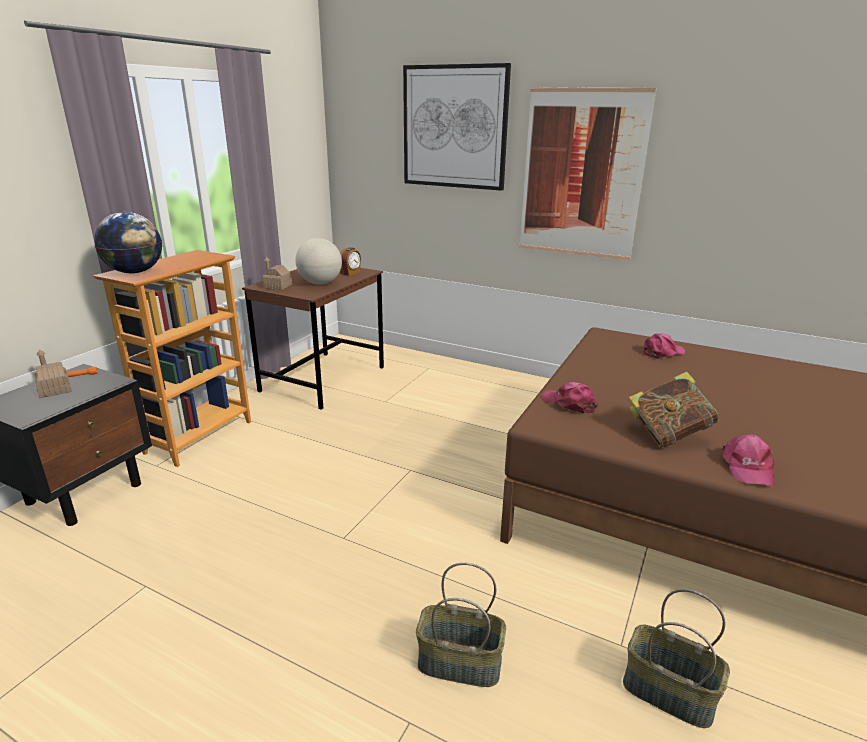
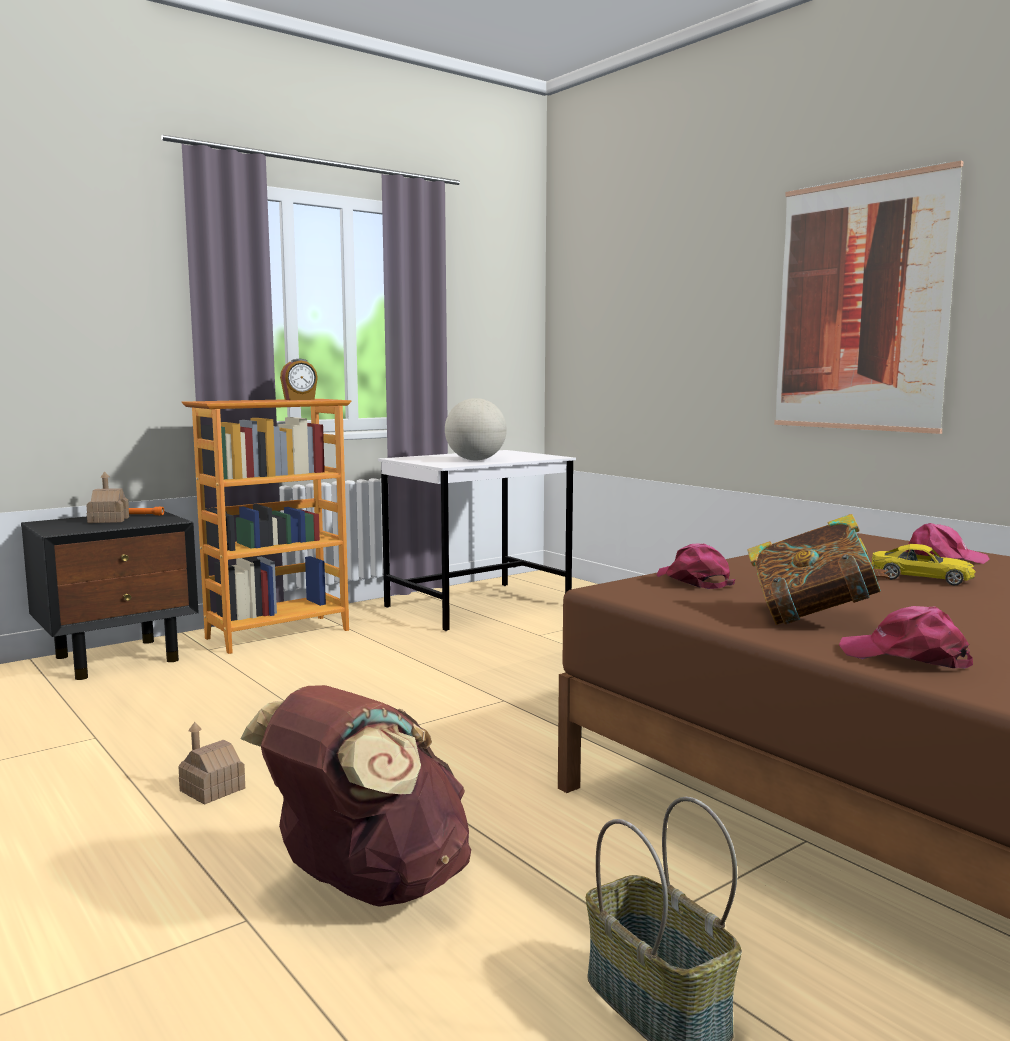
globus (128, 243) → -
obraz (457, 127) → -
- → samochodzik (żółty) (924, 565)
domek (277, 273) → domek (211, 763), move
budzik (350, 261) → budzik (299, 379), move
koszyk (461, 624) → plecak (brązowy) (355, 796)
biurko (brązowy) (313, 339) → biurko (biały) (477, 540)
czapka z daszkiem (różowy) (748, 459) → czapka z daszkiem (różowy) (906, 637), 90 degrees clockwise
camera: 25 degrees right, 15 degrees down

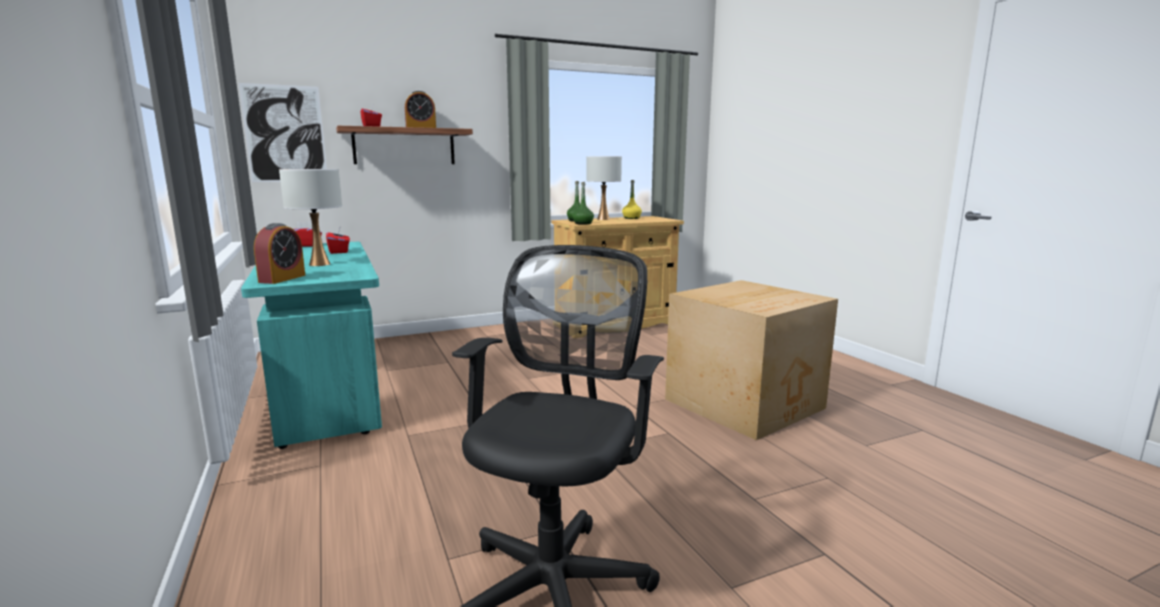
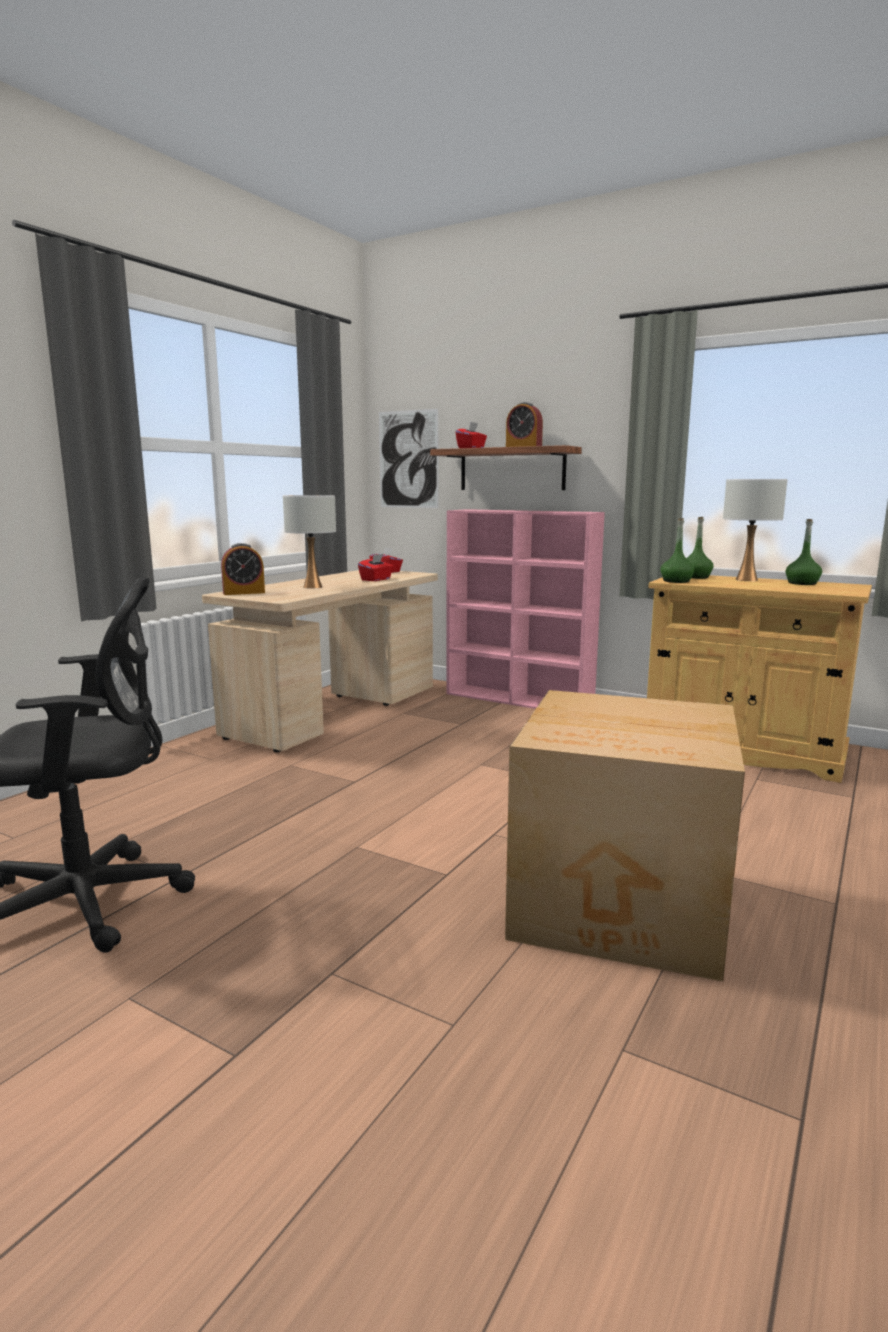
- → regał (różowy) (525, 609)
biurko (turkusowy) (311, 345) → biurko (beżowy) (320, 661)
butelka (żółty) (632, 199) → butelka (zielony) (804, 552)
camera: 55 degrees right, 0 degrees up

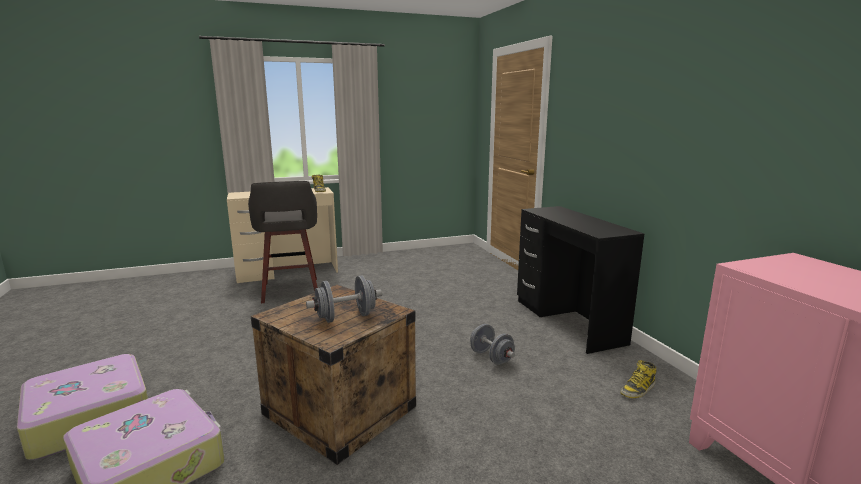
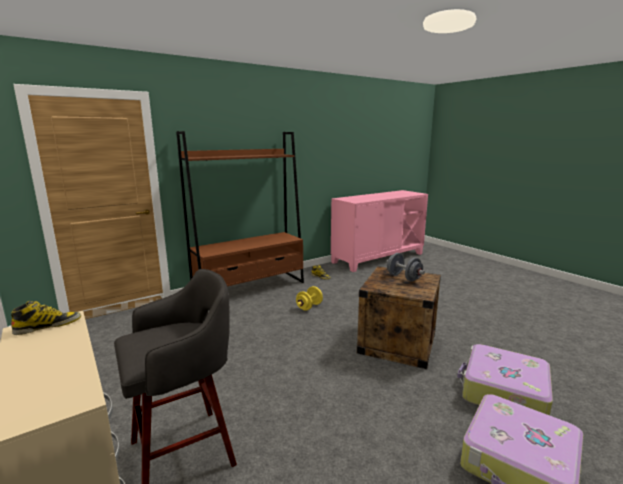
biurko (czarny) (580, 280) → regał (brązowy) (240, 208)
hantel (szary) (492, 344) → hantel (żółty) (309, 298)
camera: 105 degrees left, 0 degrees up

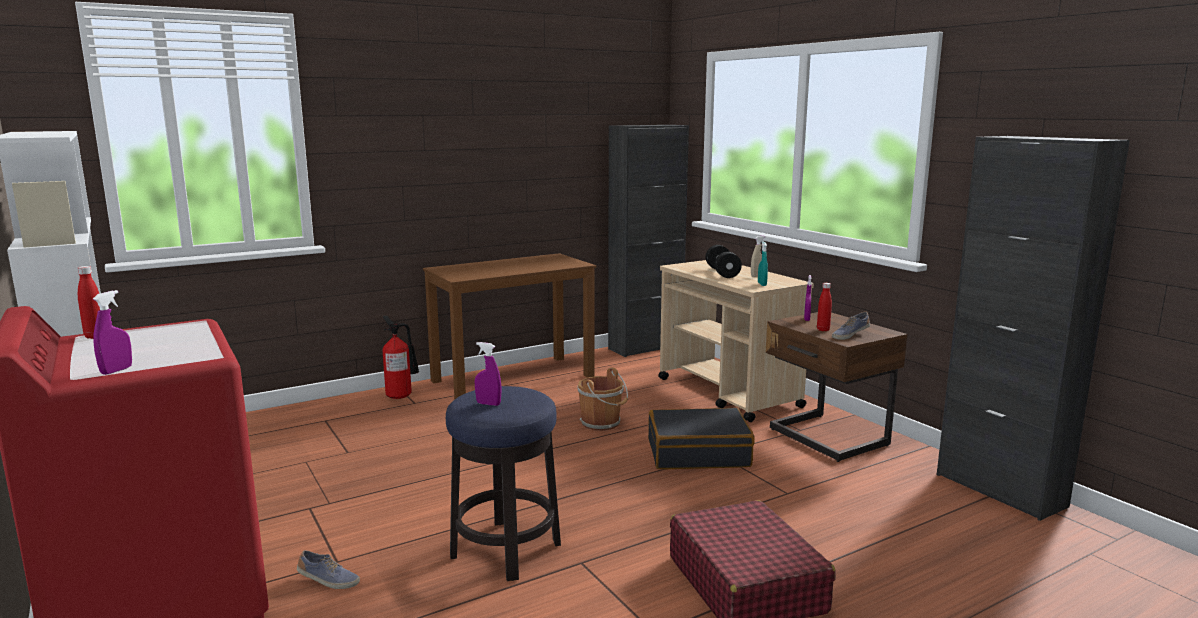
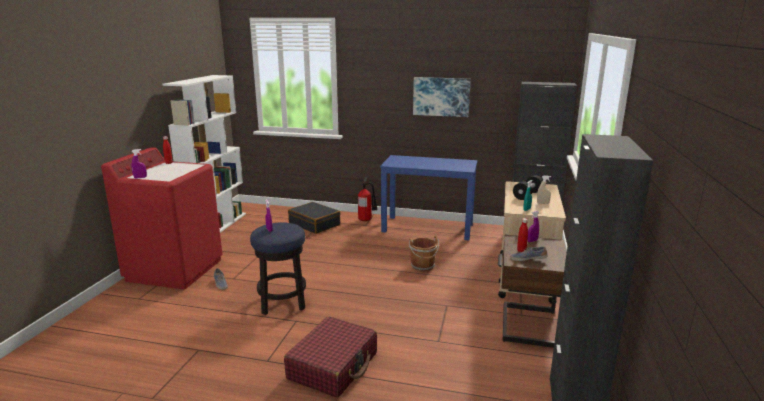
- → obraz (442, 97)
walizka (czarny) (701, 438) → walizka (czarny) (314, 218), move
biurko (brązowy) (509, 326) → biurko (niebieski) (428, 197)
camera: 45 degrees right, 5 degrees up

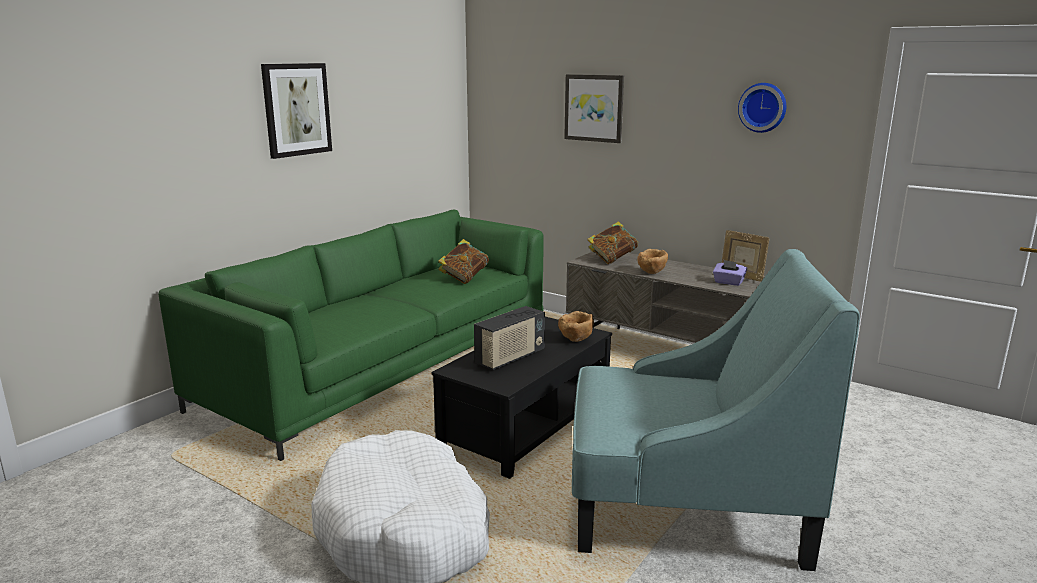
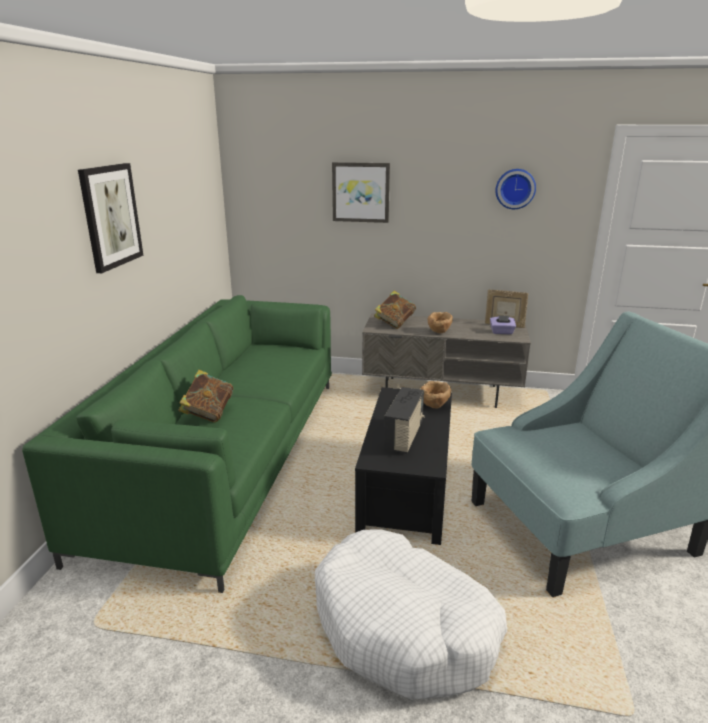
książka (463, 261) → książka (206, 396), move
camera: 25 degrees left, 5 degrees up

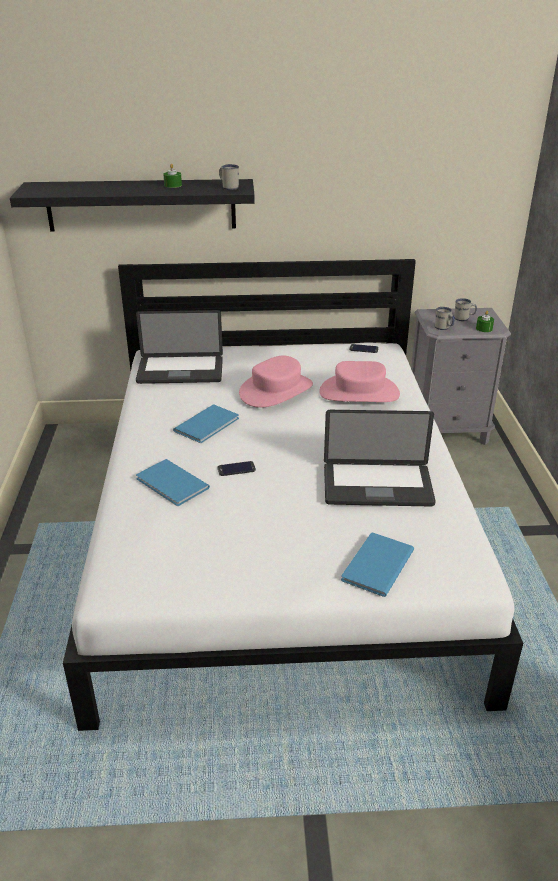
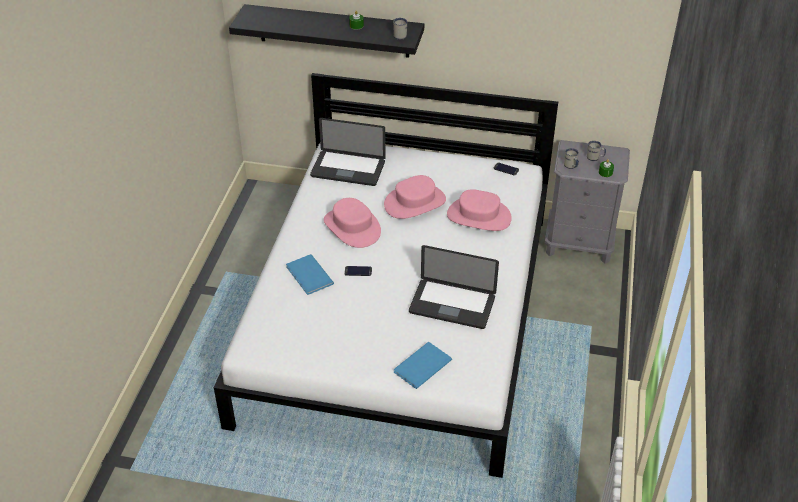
książka (niebieski) (206, 423) → kapelusz (różowy) (352, 223)
camera: 15 degrees right, 10 degrees up

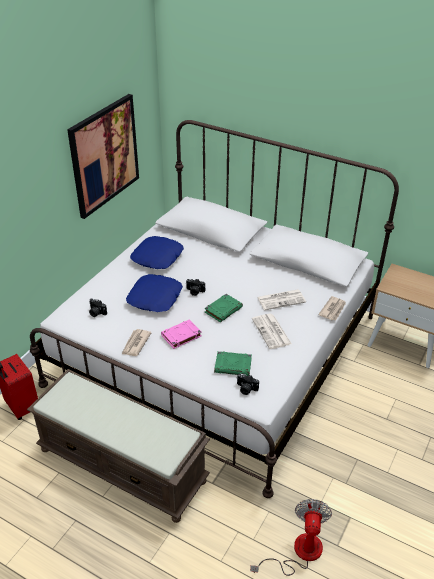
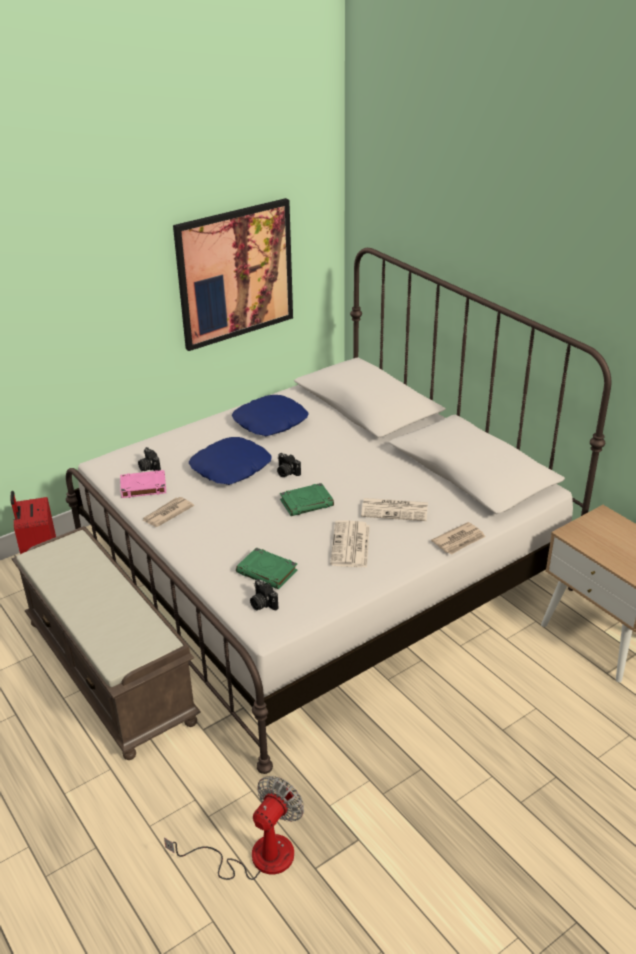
książka (różowy) (181, 334) → książka (różowy) (143, 484), move
camera: 25 degrees right, 5 degrees down

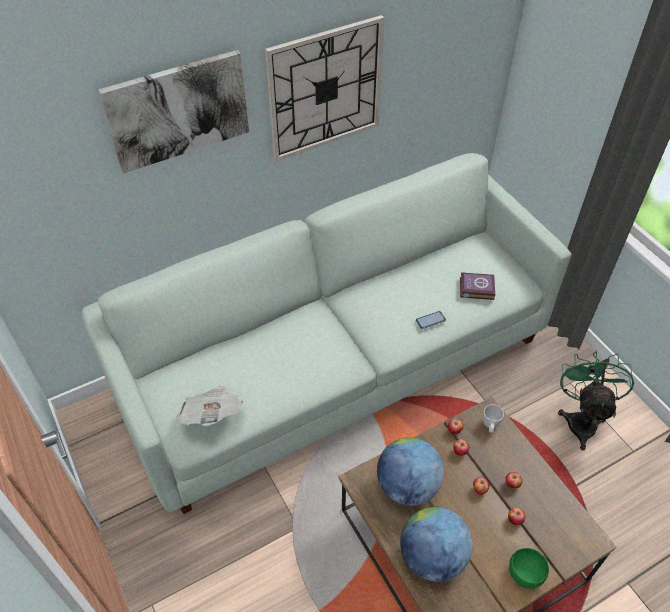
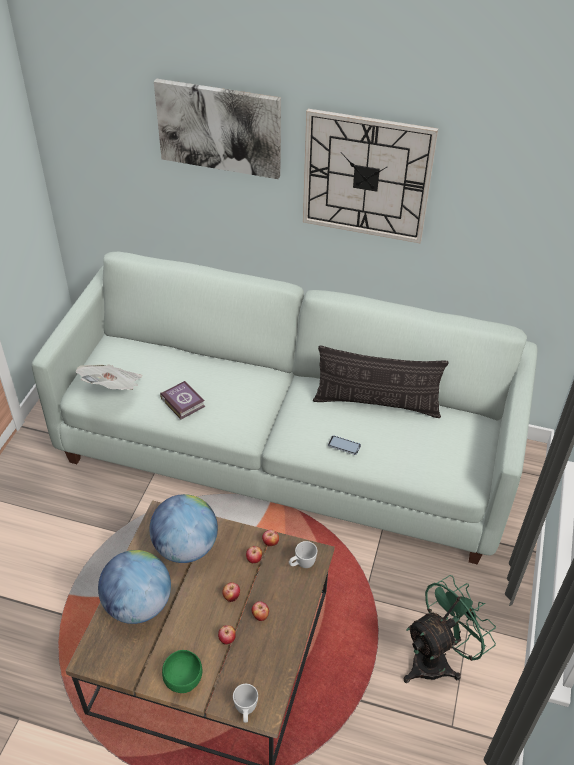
- → kubek (biały) (245, 703)
- → poduszka (381, 381)
książka (477, 286) → książka (182, 400), move
camera: 45 degrees right, 5 degrees down

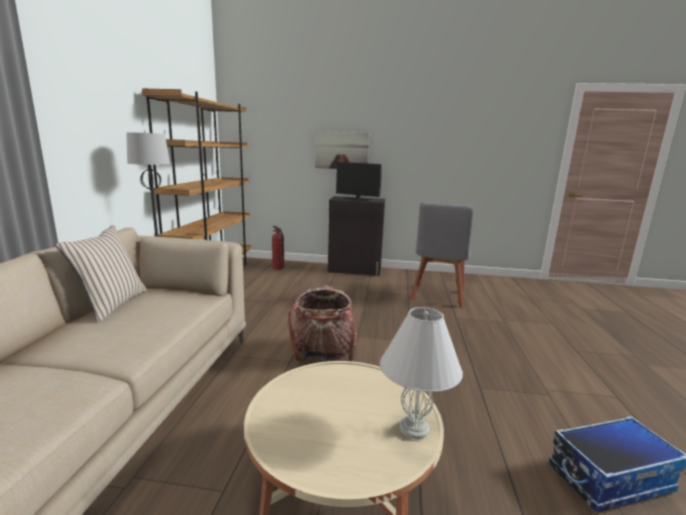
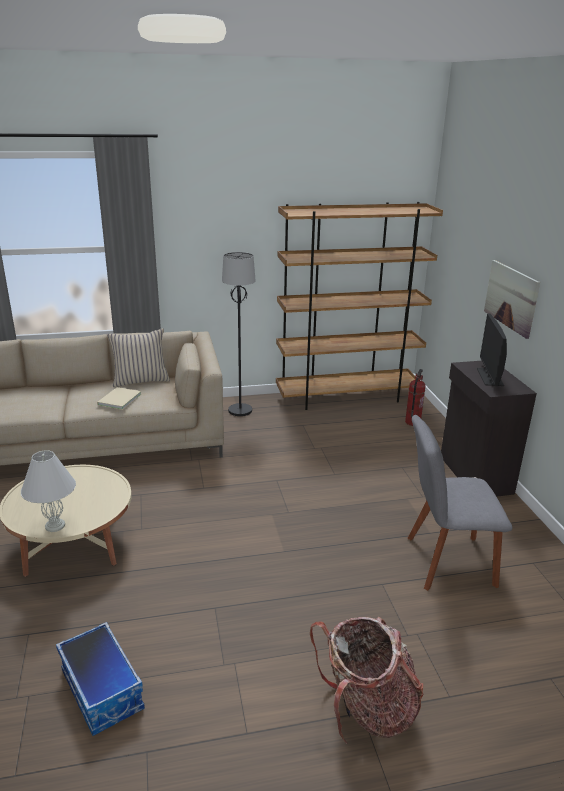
- → książka (beżowy) (119, 398)
plecak (322, 324) → plecak (367, 680), move
camera: 70 degrees right, 10 degrees up

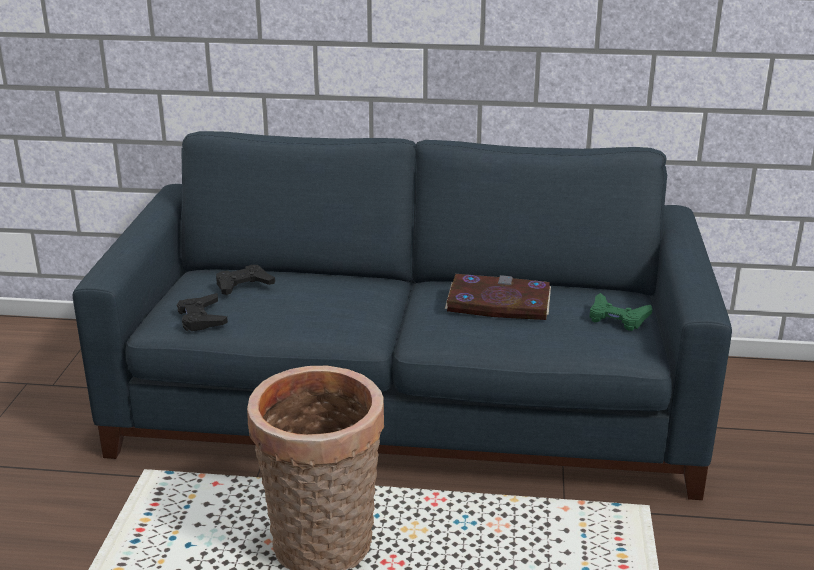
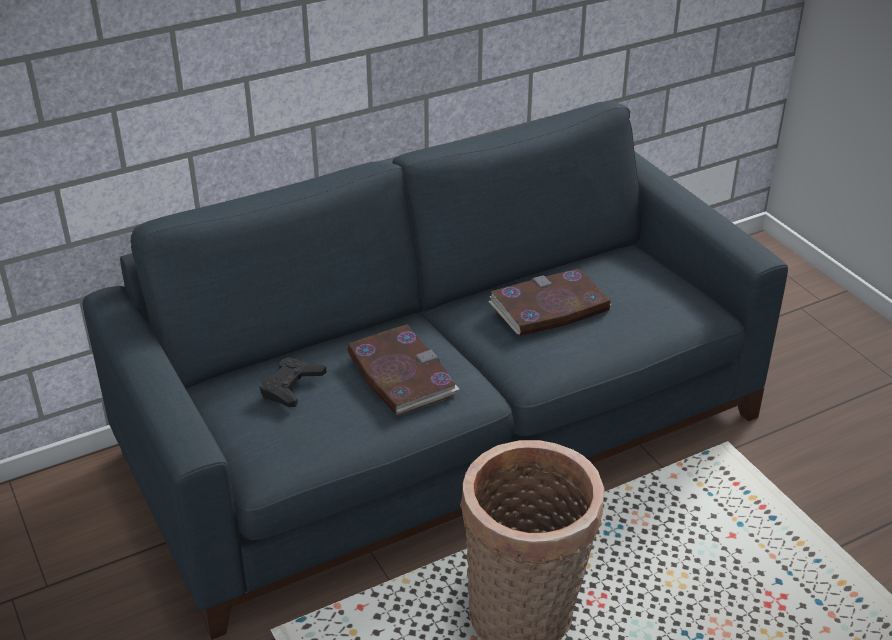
pad do gier (czarny) (202, 312) → -
pad do gier (zielony) (620, 312) → -
- → książka (403, 370)
camera: 35 degrees left, 10 degrees up

